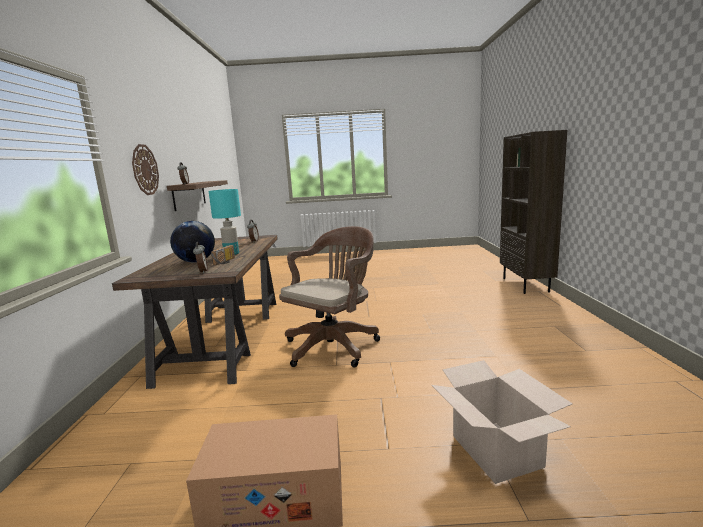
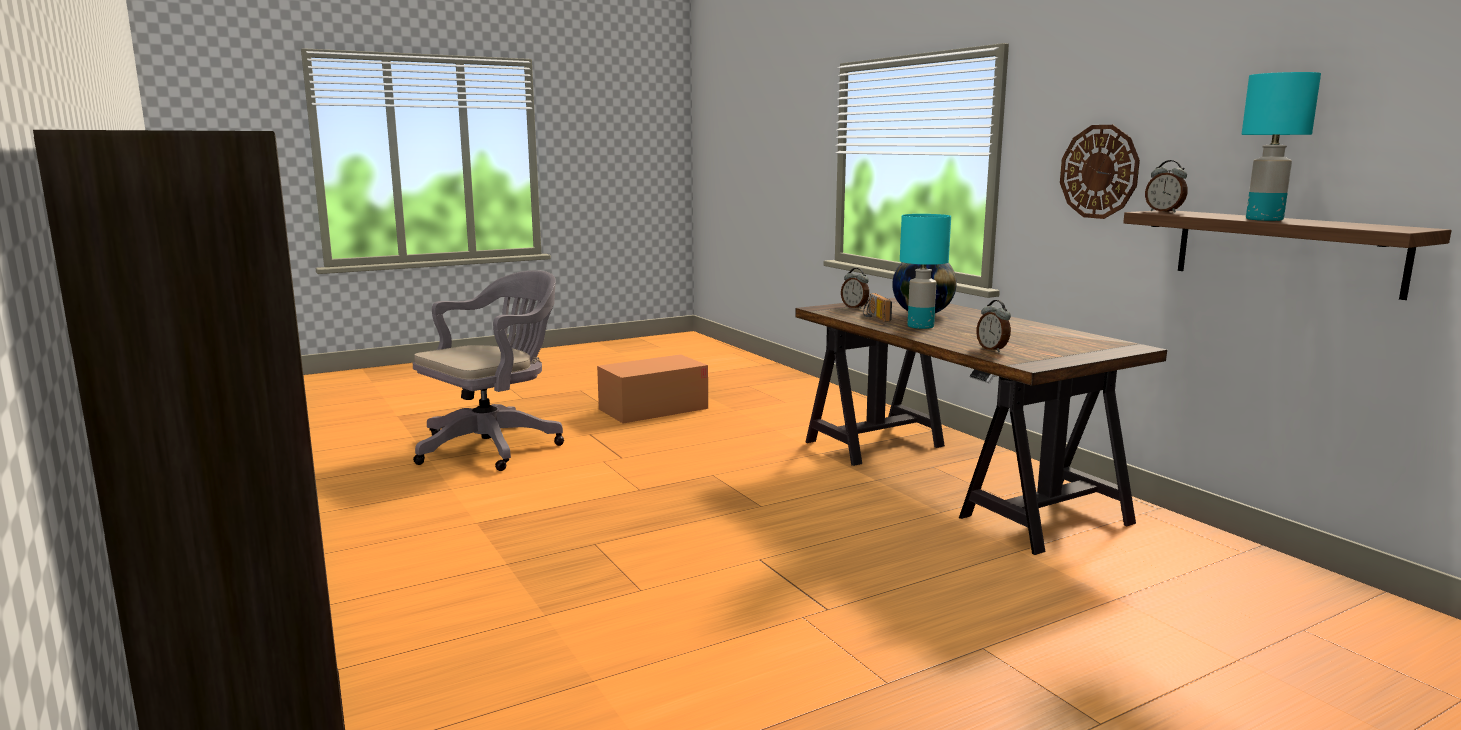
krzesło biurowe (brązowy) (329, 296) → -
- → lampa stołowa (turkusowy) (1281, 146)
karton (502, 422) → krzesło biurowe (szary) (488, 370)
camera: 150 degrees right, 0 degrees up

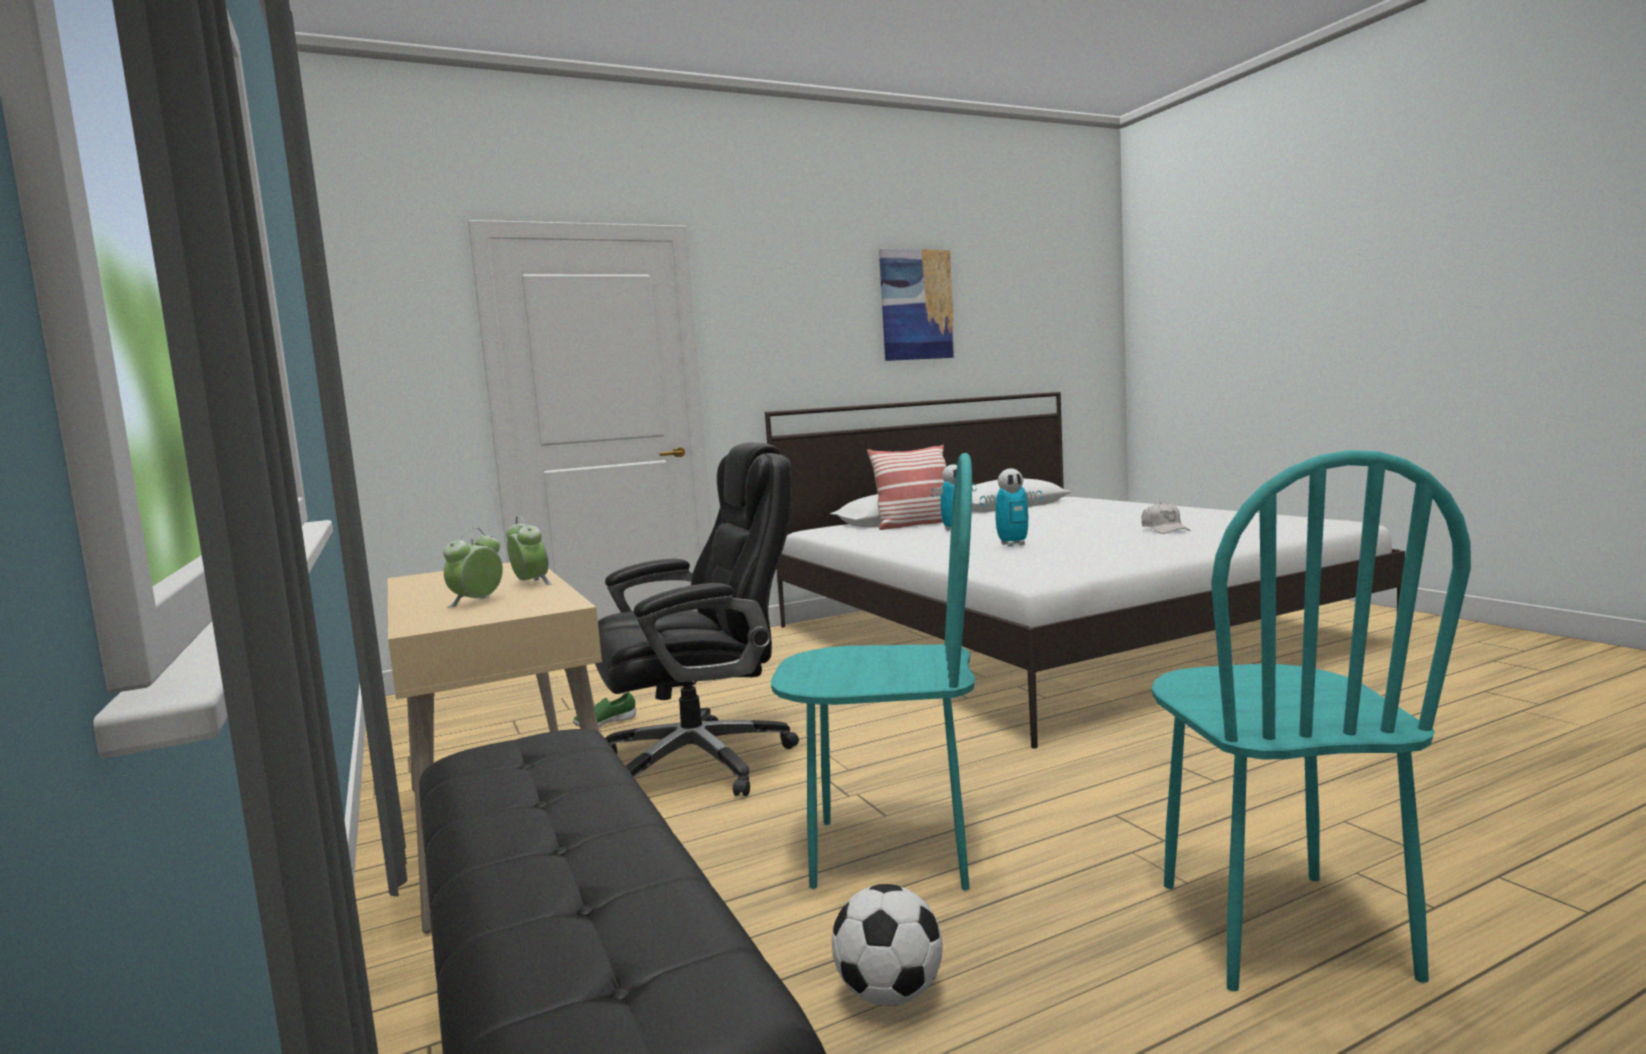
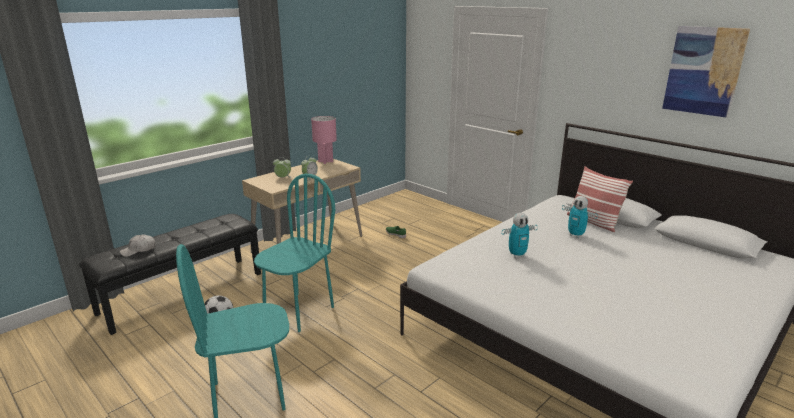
krzesło biurowe (czarny) (697, 619) → -
- → lampa stołowa (różowy) (324, 140)
czapka z daszkiem (biały) (1166, 518) → czapka z daszkiem (biały) (137, 246), move
krzesło (turkusowy) (873, 671) → krzesło (turkusowy) (294, 253), 135 degrees counterclockwise
robot zabawkowy (1011, 507) → robot zabawkowy (519, 235), 75 degrees counterclockwise
camera: 70 degrees right, 15 degrees up

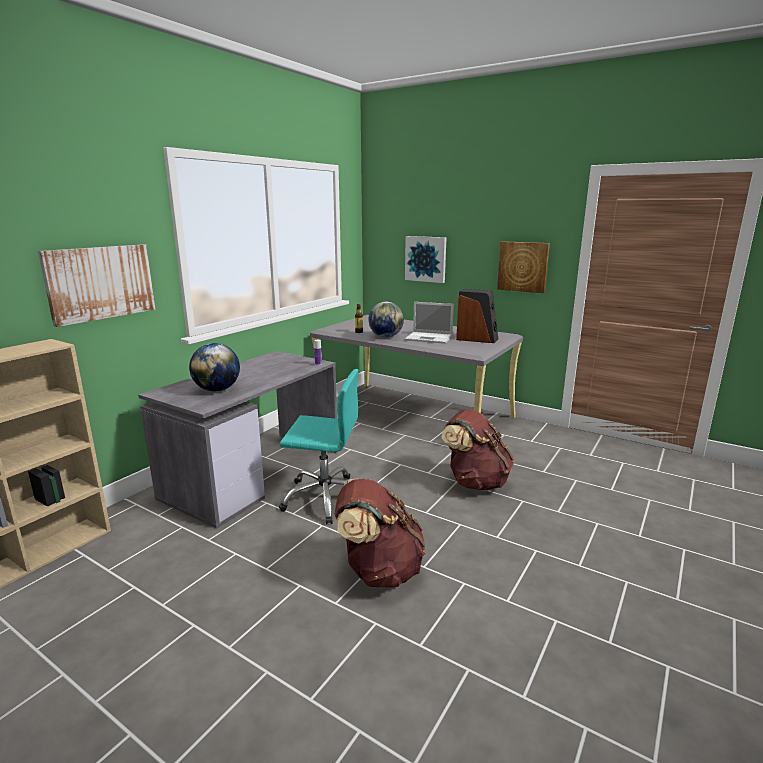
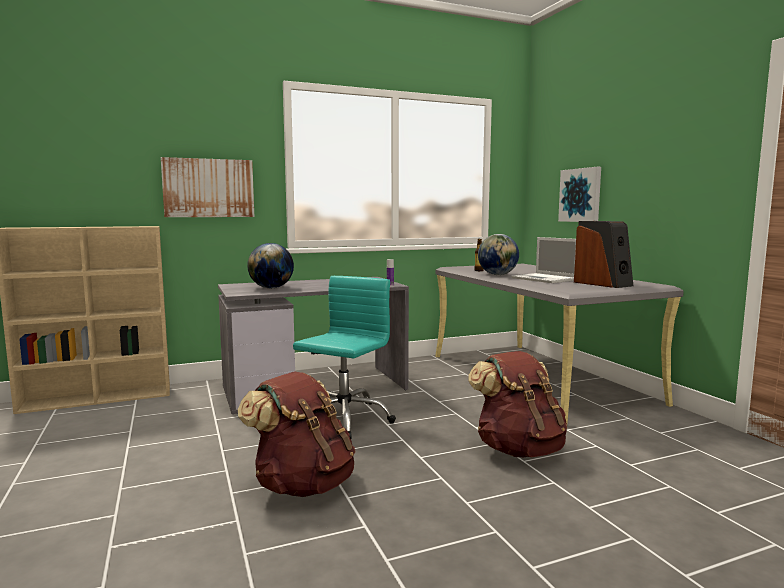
obraz (523, 267) → -
krzesło biurowe (turkusowy) (319, 447) → krzesło biurowe (turkusowy) (344, 357), 105 degrees counterclockwise
camera: 35 degrees right, 10 degrees down

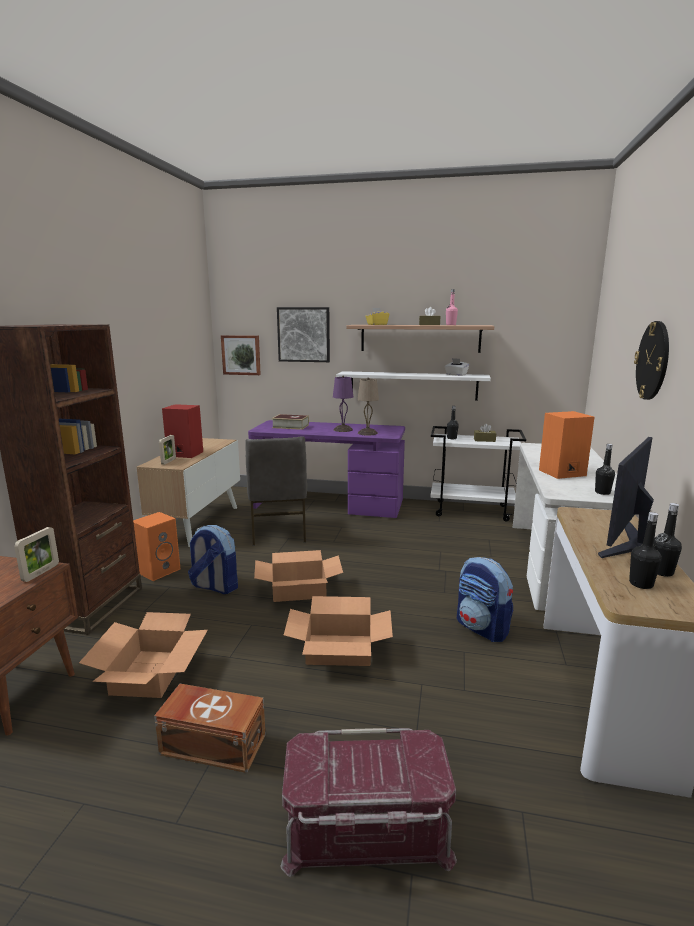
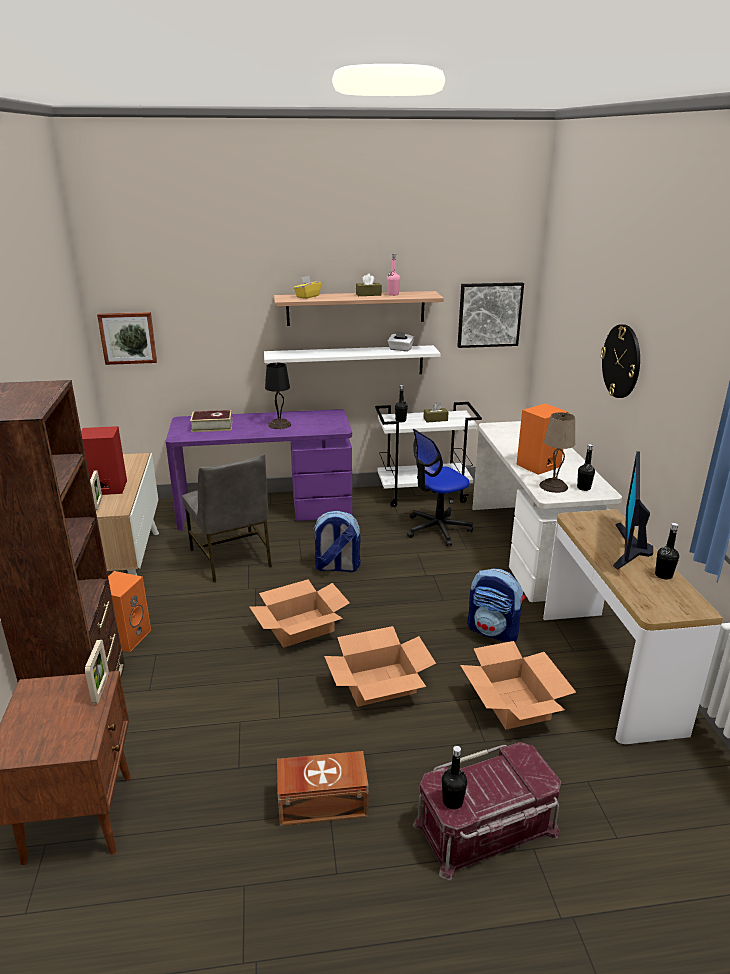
- → krzesło biurowe (440, 487)
karton (143, 655) → karton (518, 685), move
plecak (213, 559) → plecak (336, 541), move
obraz (303, 334) → obraz (490, 315), move
lampa stołowa (beżowy) (368, 406) → lampa stołowa (beżowy) (557, 452), move
butelka (czarny) (645, 550) → butelka (czarny) (454, 777), move
lampa stołowa (fioletowy) (343, 404) → lampa stołowa (czarny) (278, 396)
camera: 20 degrees left, 10 degrees up

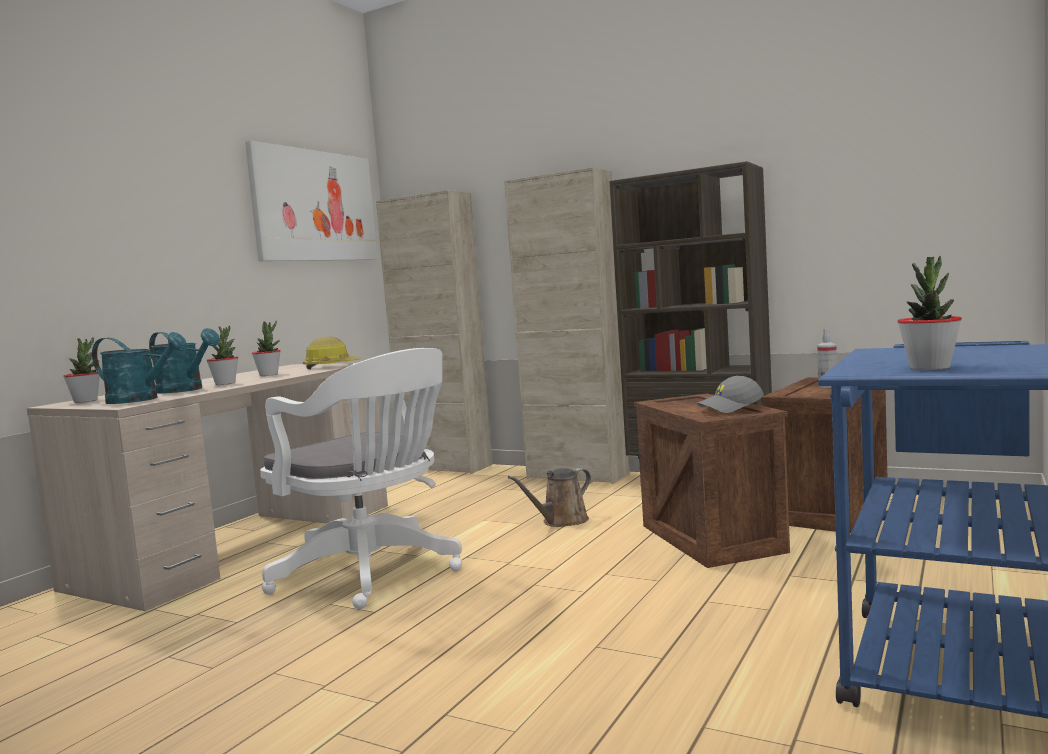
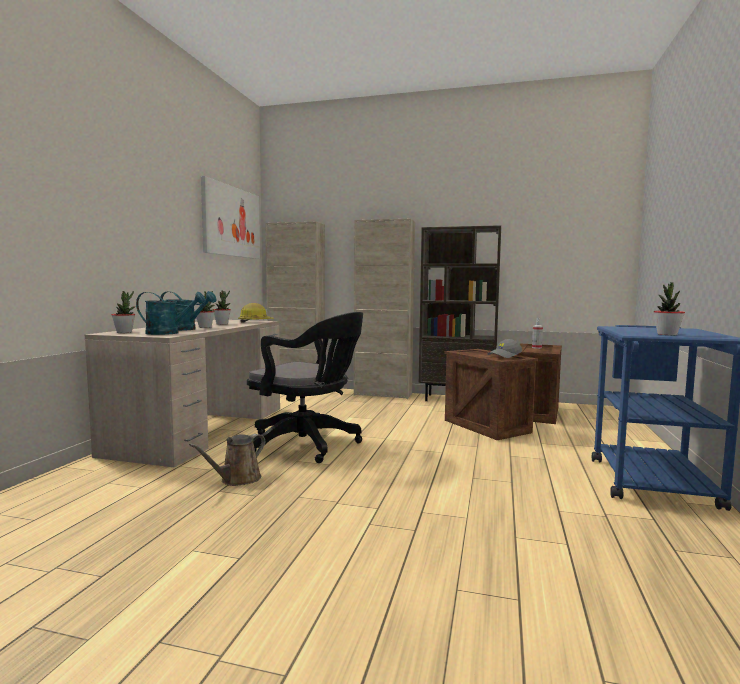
konewka (brązowy) (549, 497) → konewka (brązowy) (227, 460), move
krzesło biurowe (biały) (361, 478) → krzesło biurowe (czarny) (305, 387)
camera: 15 degrees left, 0 degrees up

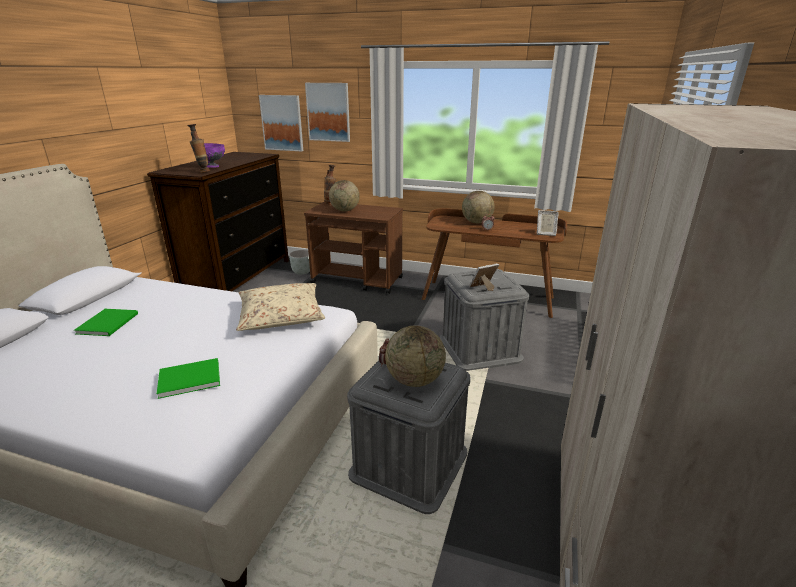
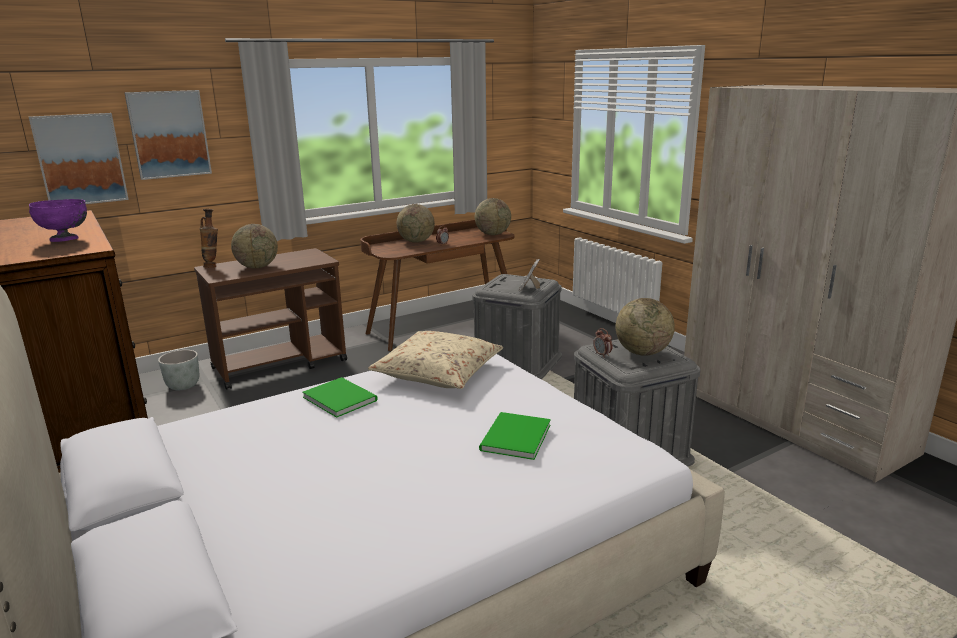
wazon (198, 148) → -
książka (zielony) (106, 322) → książka (zielony) (340, 397), move
ramka na zdjęcie (548, 223) → globus (493, 216)
camera: 50 degrees left, 5 degrees down

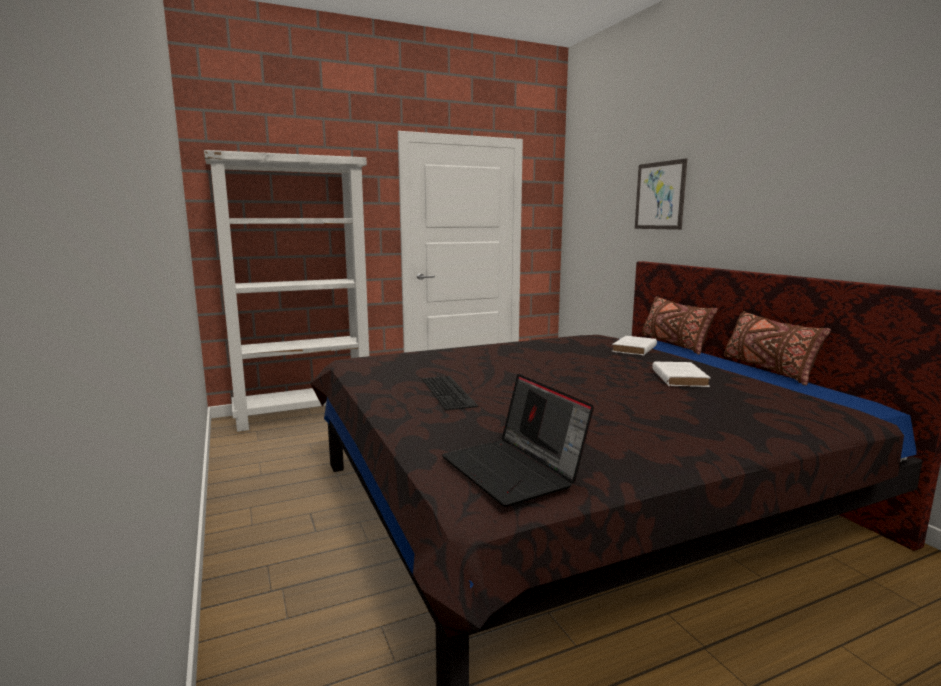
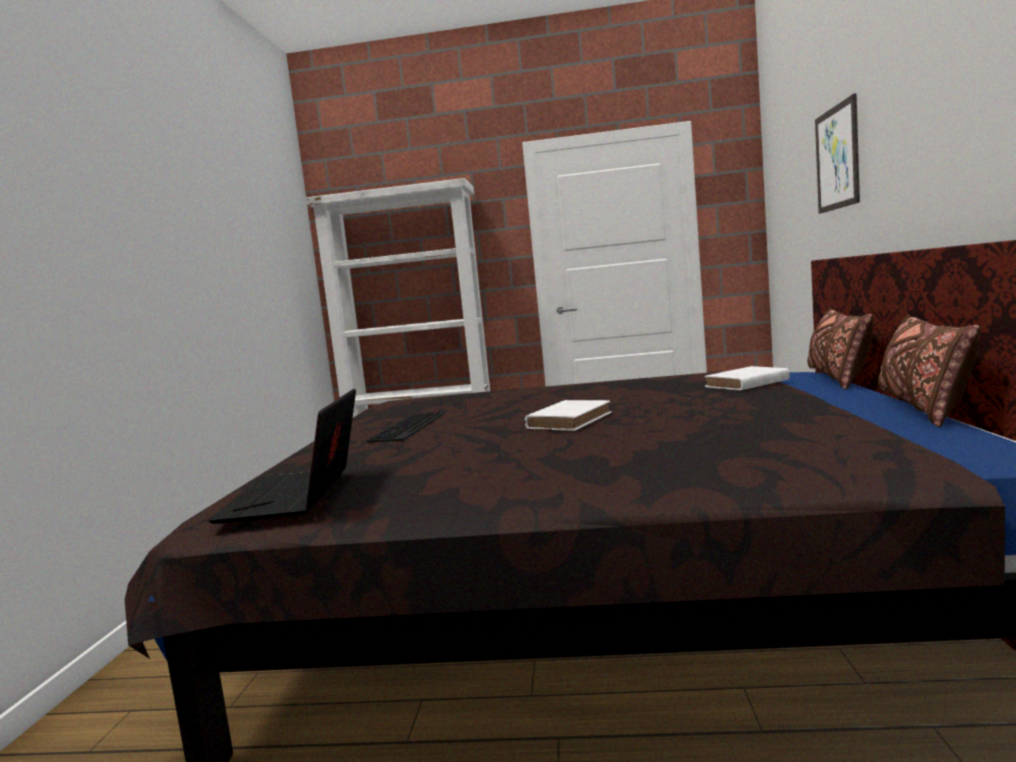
książka (biały) (681, 374) → książka (biały) (568, 415), move
camera: 30 degrees right, 5 degrees down

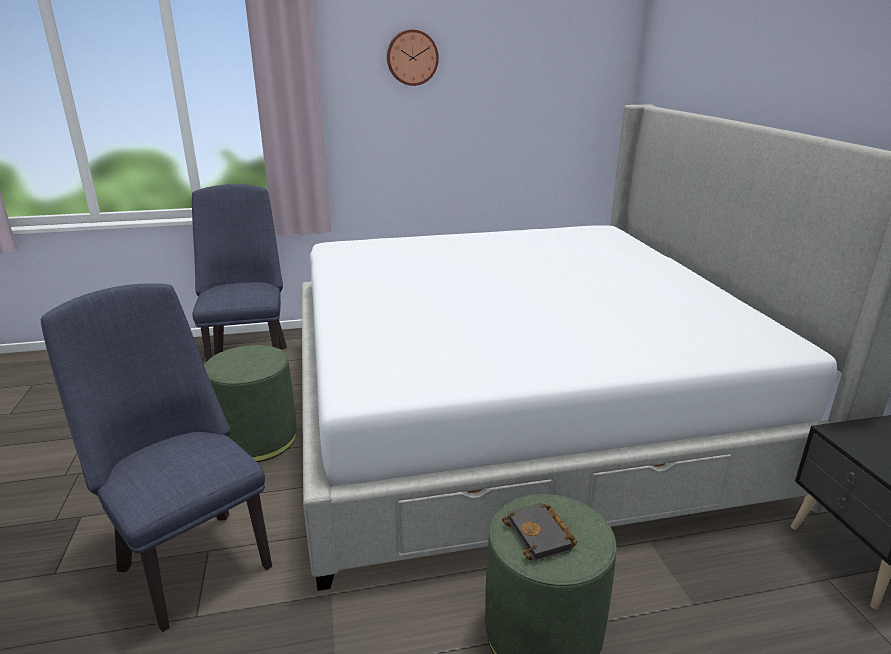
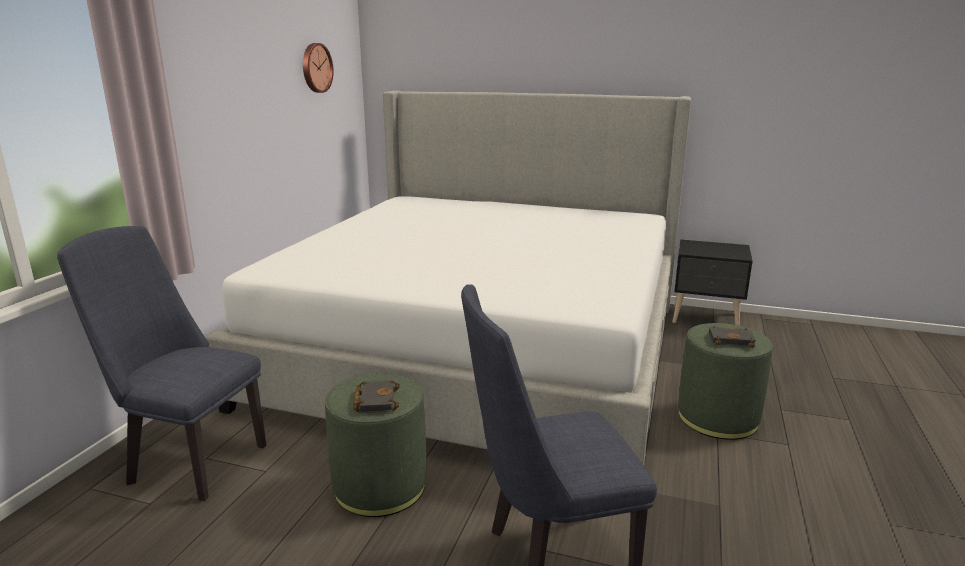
- → książka (czarny) (376, 396)
zegar ścienny (413, 57) → zegar ścienny (318, 68), move
camera: 60 degrees left, 5 degrees down

